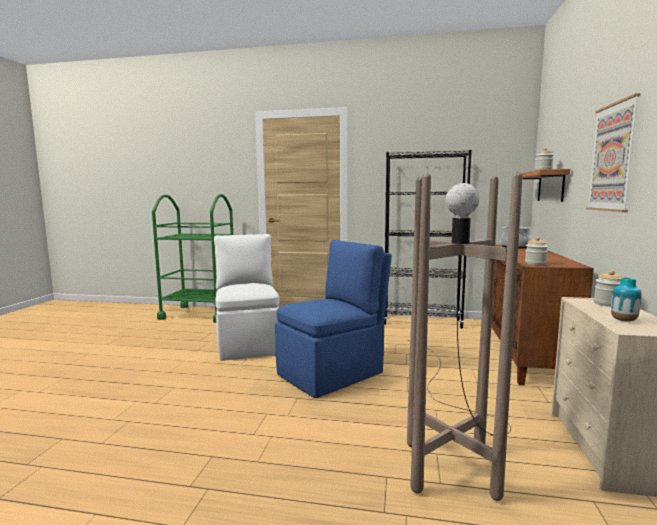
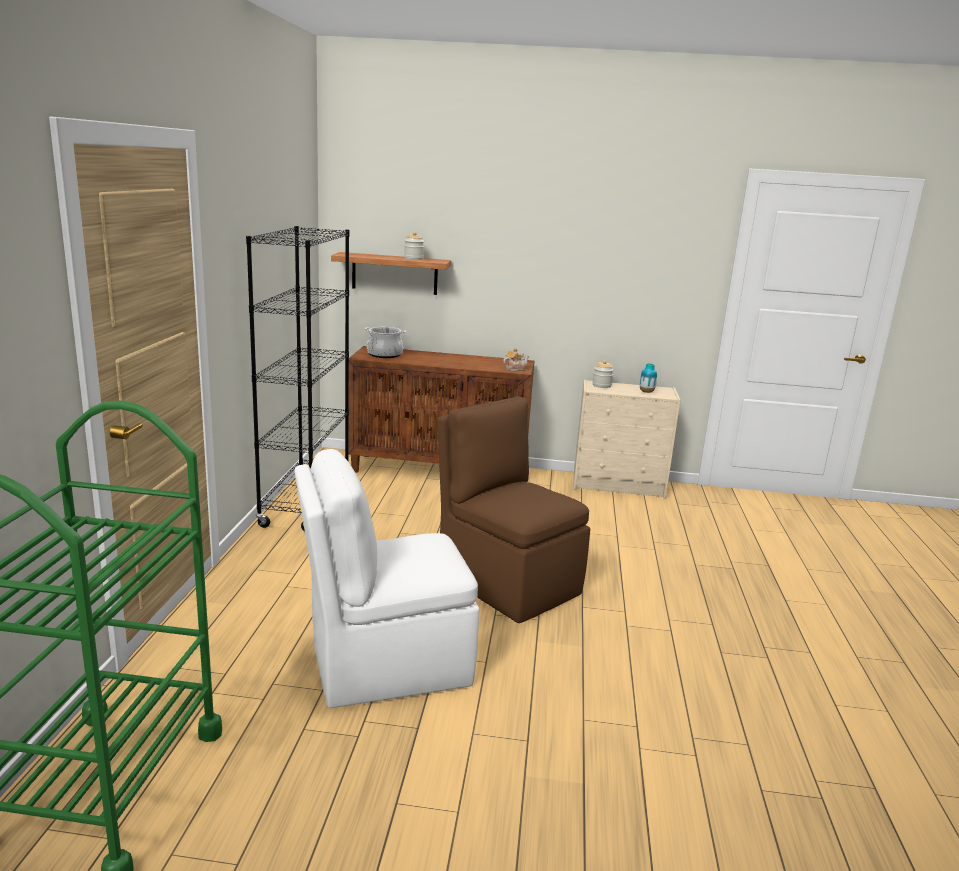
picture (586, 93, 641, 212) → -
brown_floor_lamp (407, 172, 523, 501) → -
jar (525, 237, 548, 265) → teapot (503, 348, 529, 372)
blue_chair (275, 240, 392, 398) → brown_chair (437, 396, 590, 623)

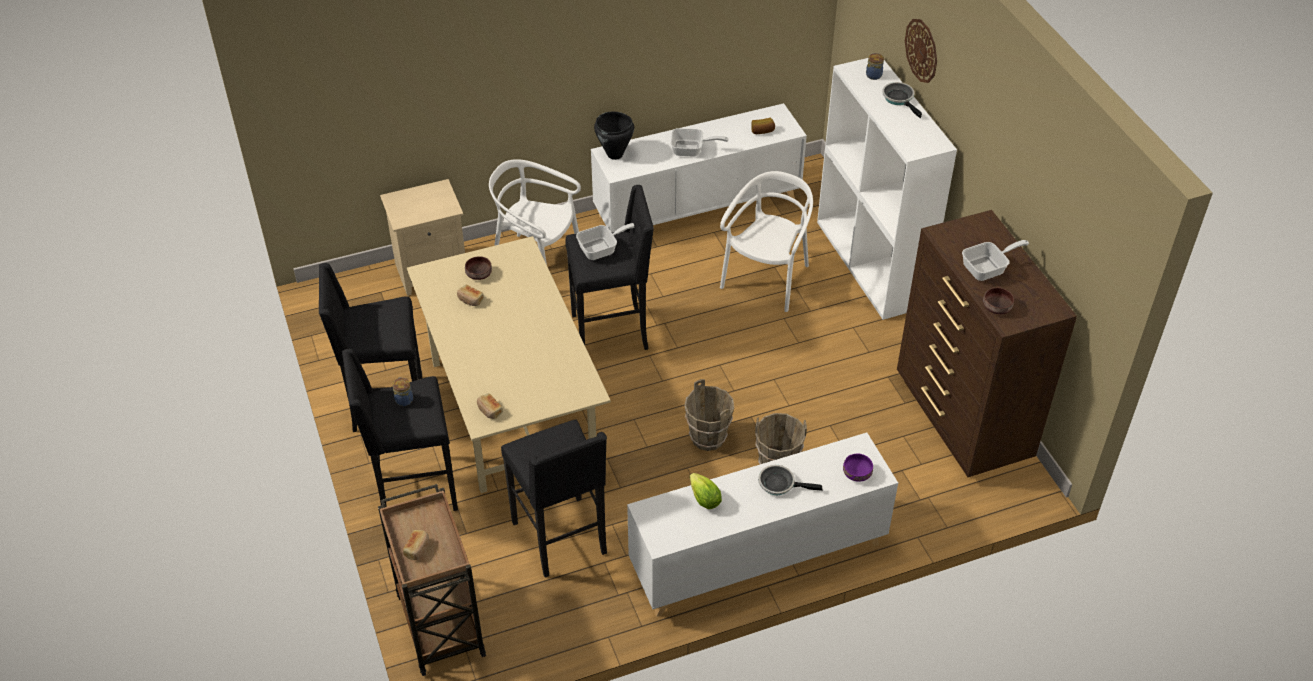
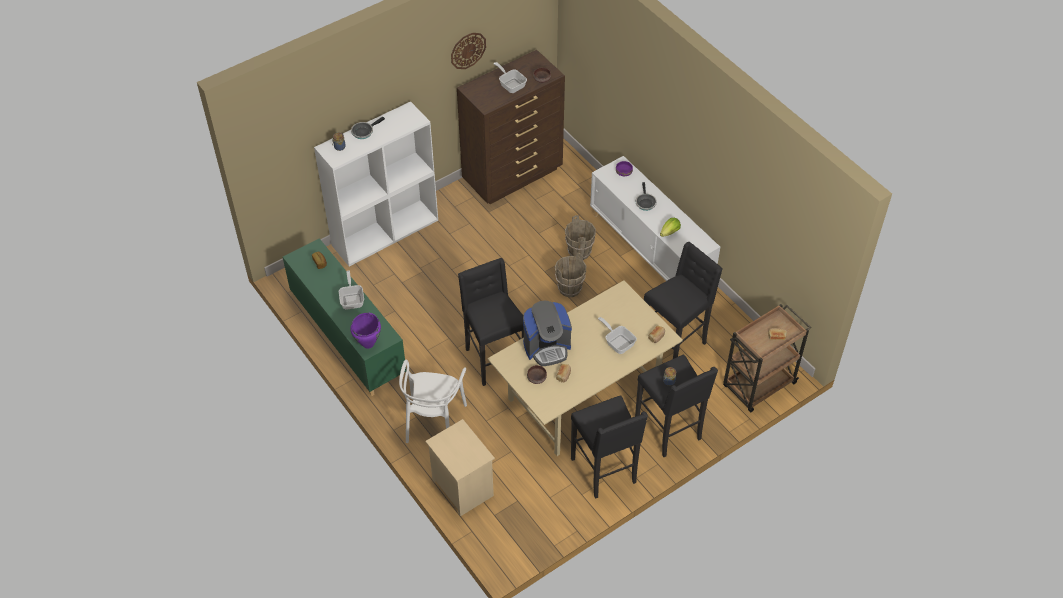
wall_clock (905, 19, 937, 83) → wall_clock (451, 33, 486, 69), move
white_cabinet (591, 103, 807, 233) → green_cabinet (283, 238, 406, 396)
black_cooking_pot (594, 112, 634, 160) → purple_cooking_pot (350, 312, 381, 349)
white_chair (720, 171, 813, 312) → -
frying_pan (576, 223, 634, 260) → frying_pan (598, 317, 637, 354), move
- → coffee_machine (523, 301, 572, 366)

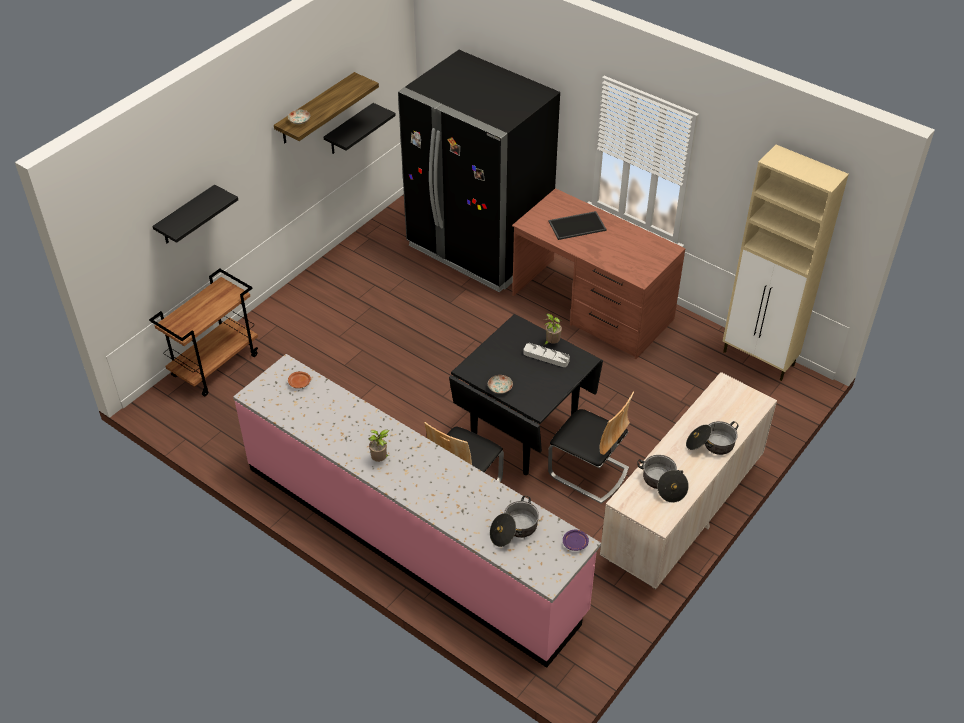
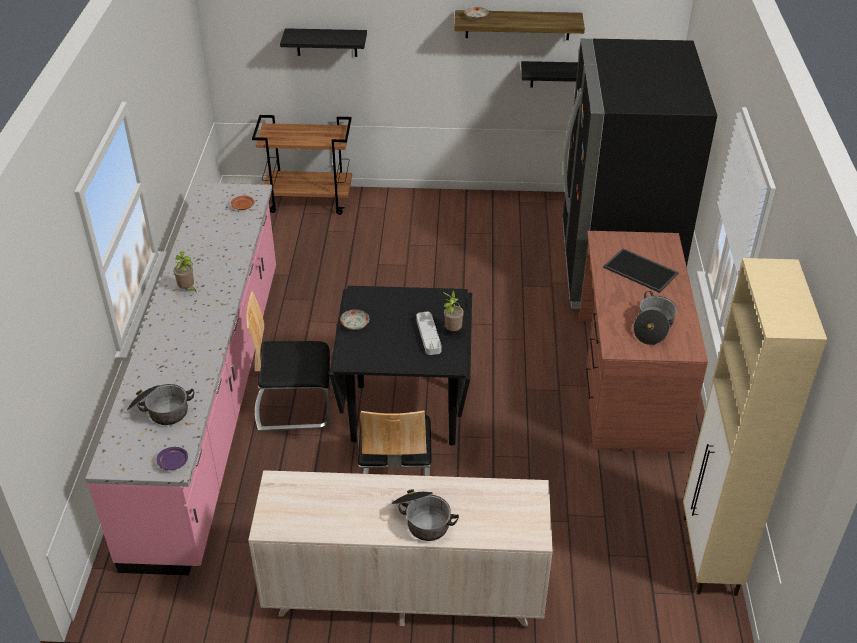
cooking_pot (637, 455, 689, 503) → cooking_pot (633, 291, 677, 345), move

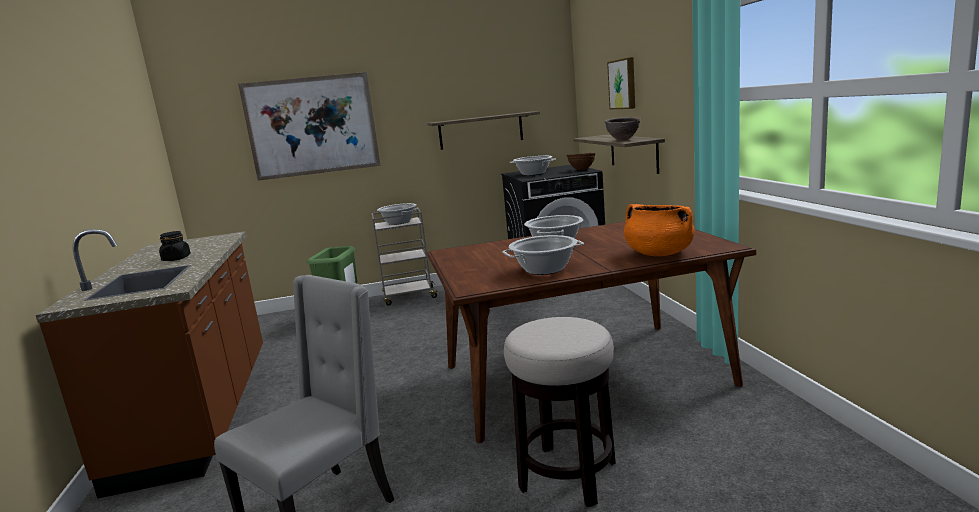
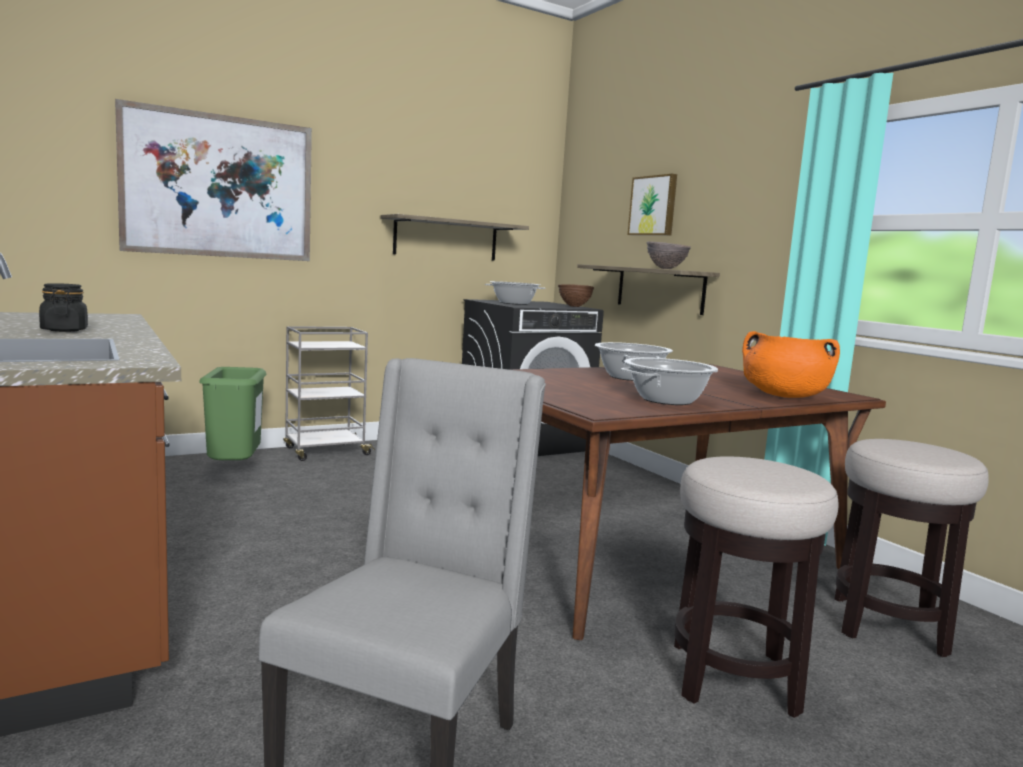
cooking_pot (377, 203, 418, 225) → -
- → stool (834, 439, 989, 657)

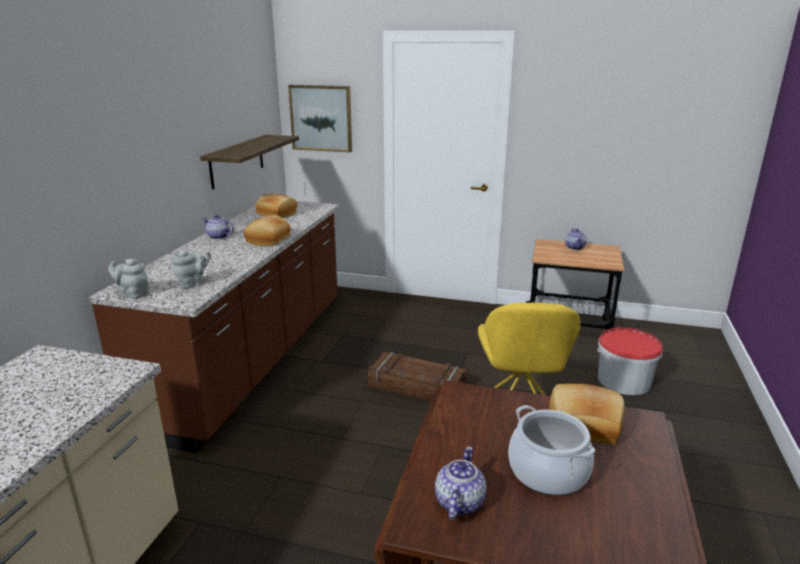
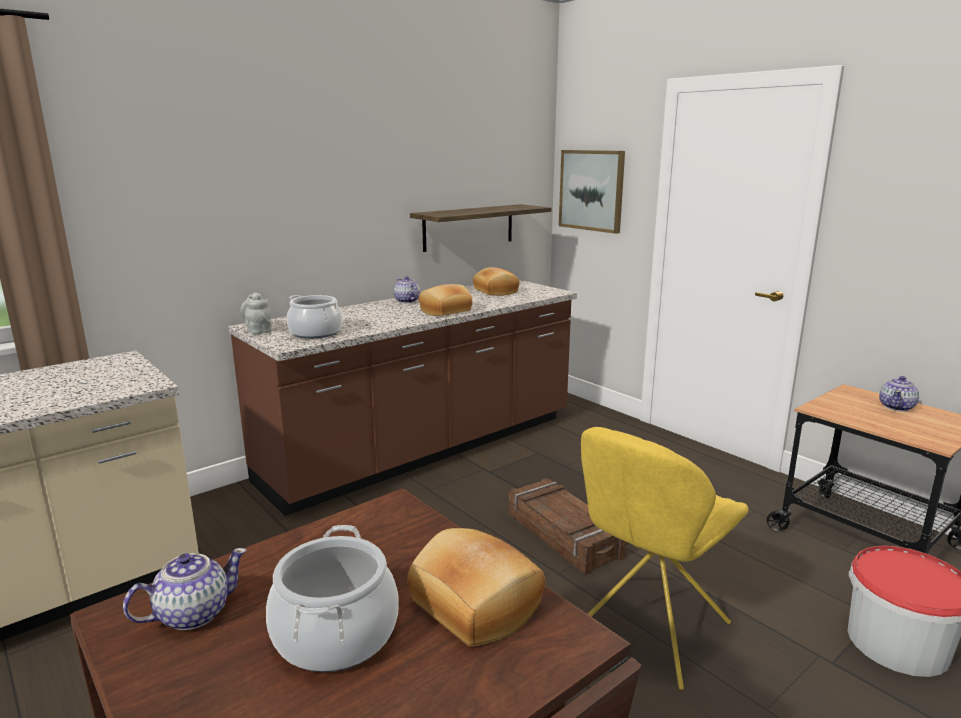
grey_teapot (171, 249, 211, 289) → cooking_pot (287, 295, 342, 339)

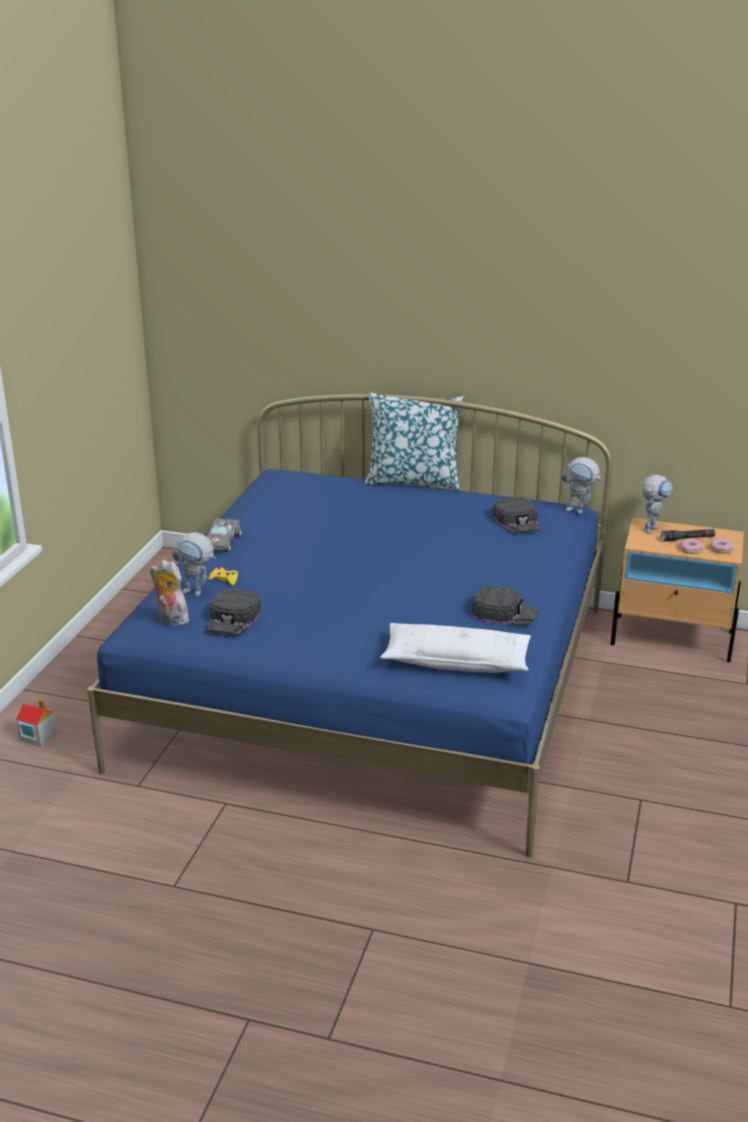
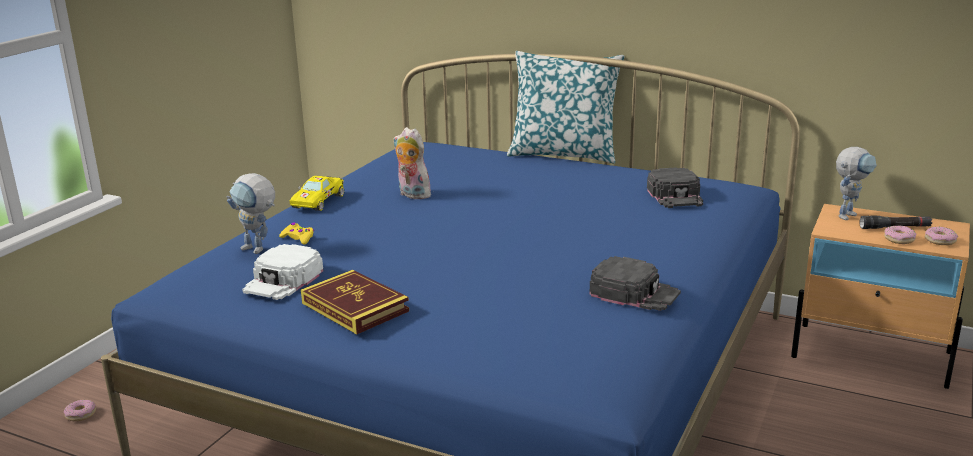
toy_robot (561, 457, 602, 514) → -
grey_toy_car (206, 519, 241, 552) → yellow_toy_car (290, 176, 344, 211)
plush_toy (150, 560, 189, 626) → plush_toy (393, 127, 431, 199), move
black_cap (206, 589, 261, 636) → white_cap (242, 244, 323, 300)
white_pillow (380, 623, 531, 673) → -
toy_house (16, 699, 57, 747) → donut (64, 400, 96, 421)
- → book (301, 270, 409, 334)

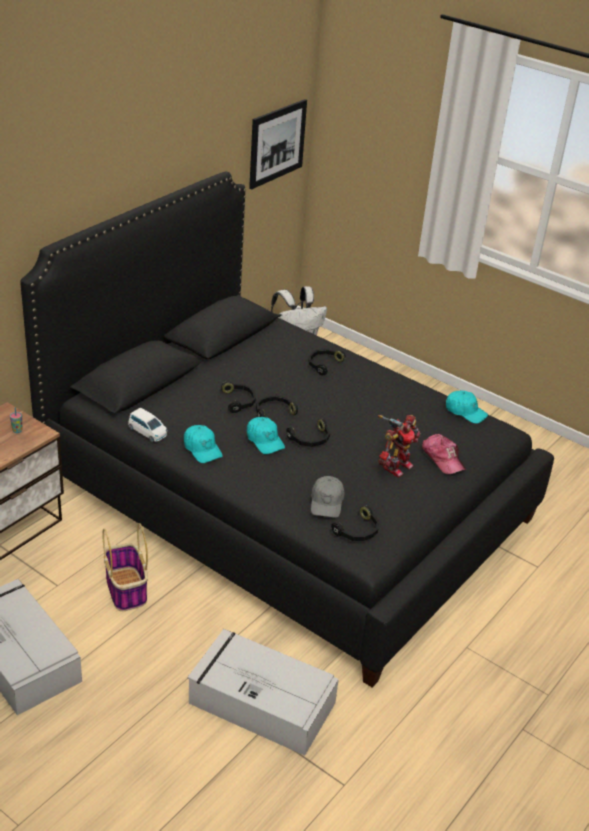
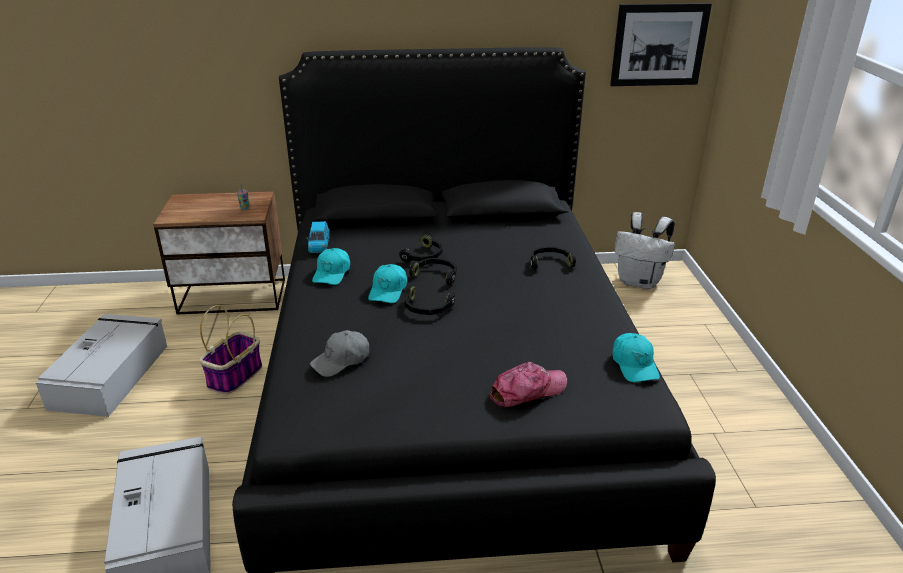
white_toy_car (128, 408, 167, 442) → blue_toy_car (307, 221, 330, 253)
toy_robot (378, 415, 421, 478) → -
cap (422, 434, 466, 474) → cap (490, 362, 567, 407), 135 degrees counterclockwise
black_headphones (331, 505, 379, 541) → -

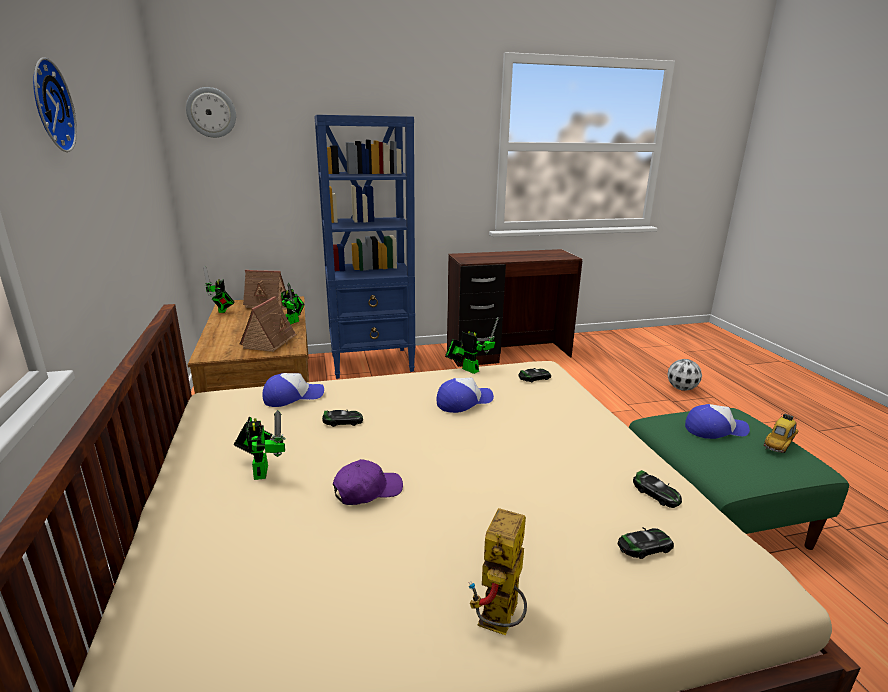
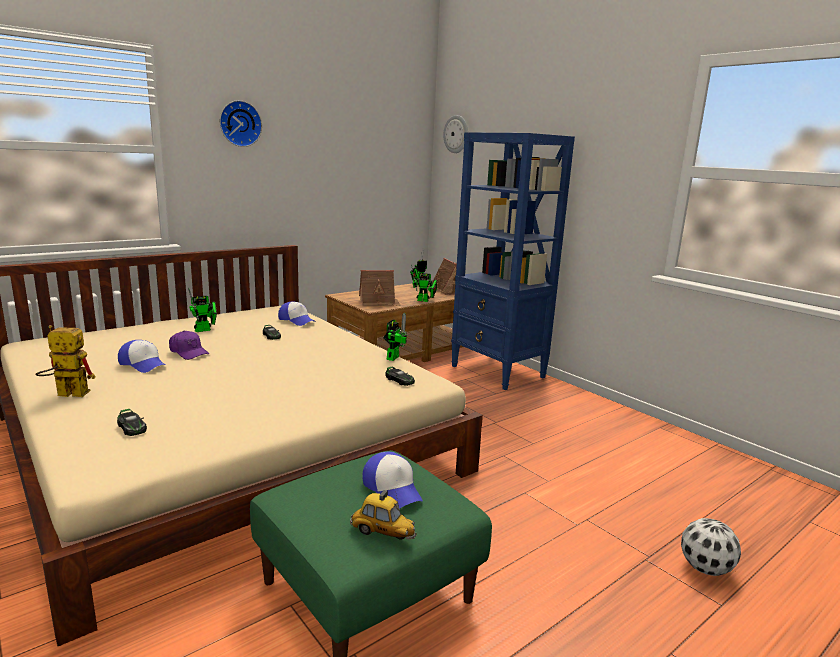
brown_desk (447, 249, 582, 367) → -
cap (436, 378, 494, 413) → cap (118, 340, 167, 373), move
toy_car (633, 470, 682, 508) → -

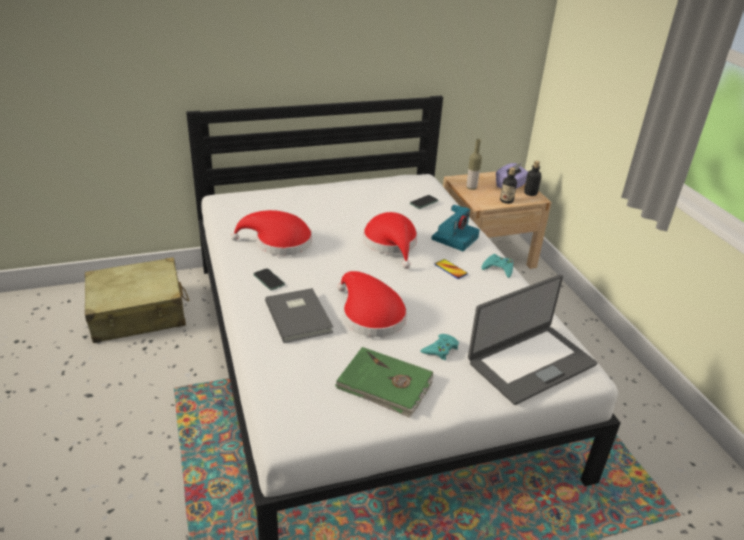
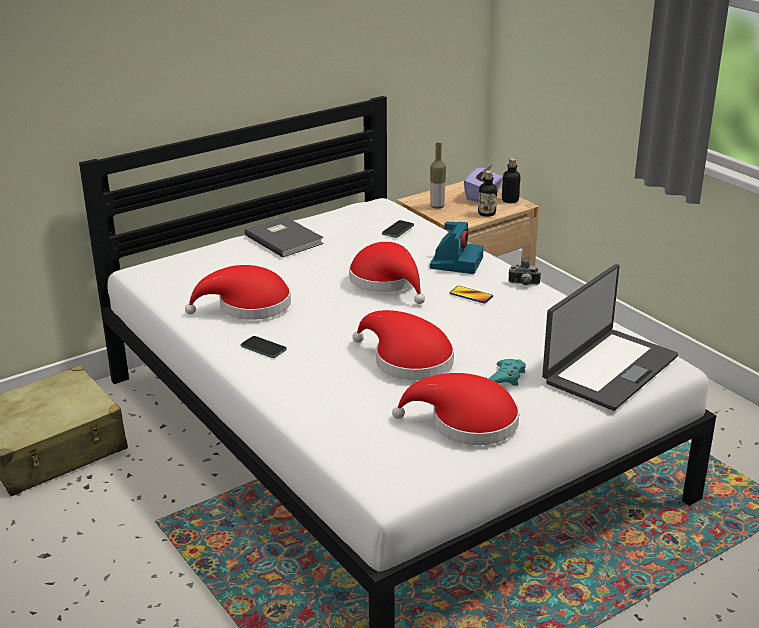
turquoise_game_controller (481, 254, 513, 278) → photo_camera (508, 257, 541, 285)
grey_book (265, 288, 333, 343) → grey_book (244, 216, 324, 258), move
green_book (335, 347, 434, 418) → red_hat (392, 373, 519, 445)

